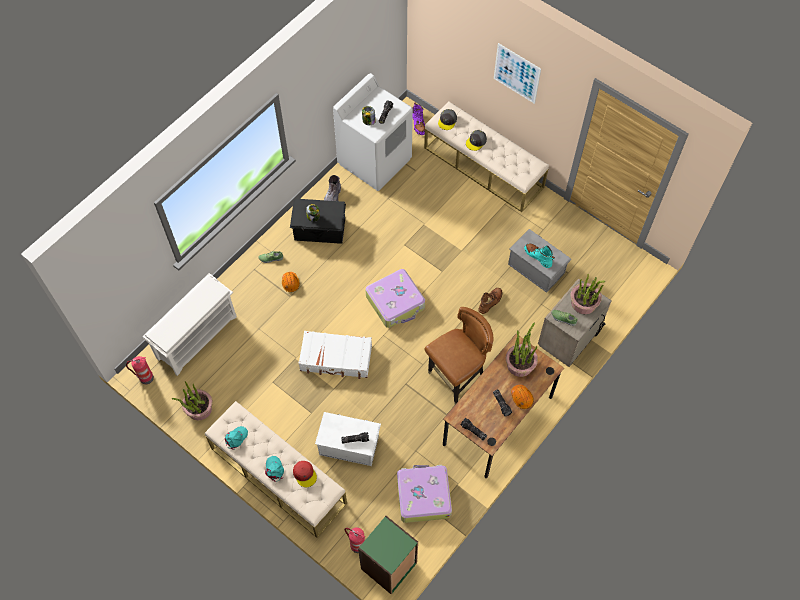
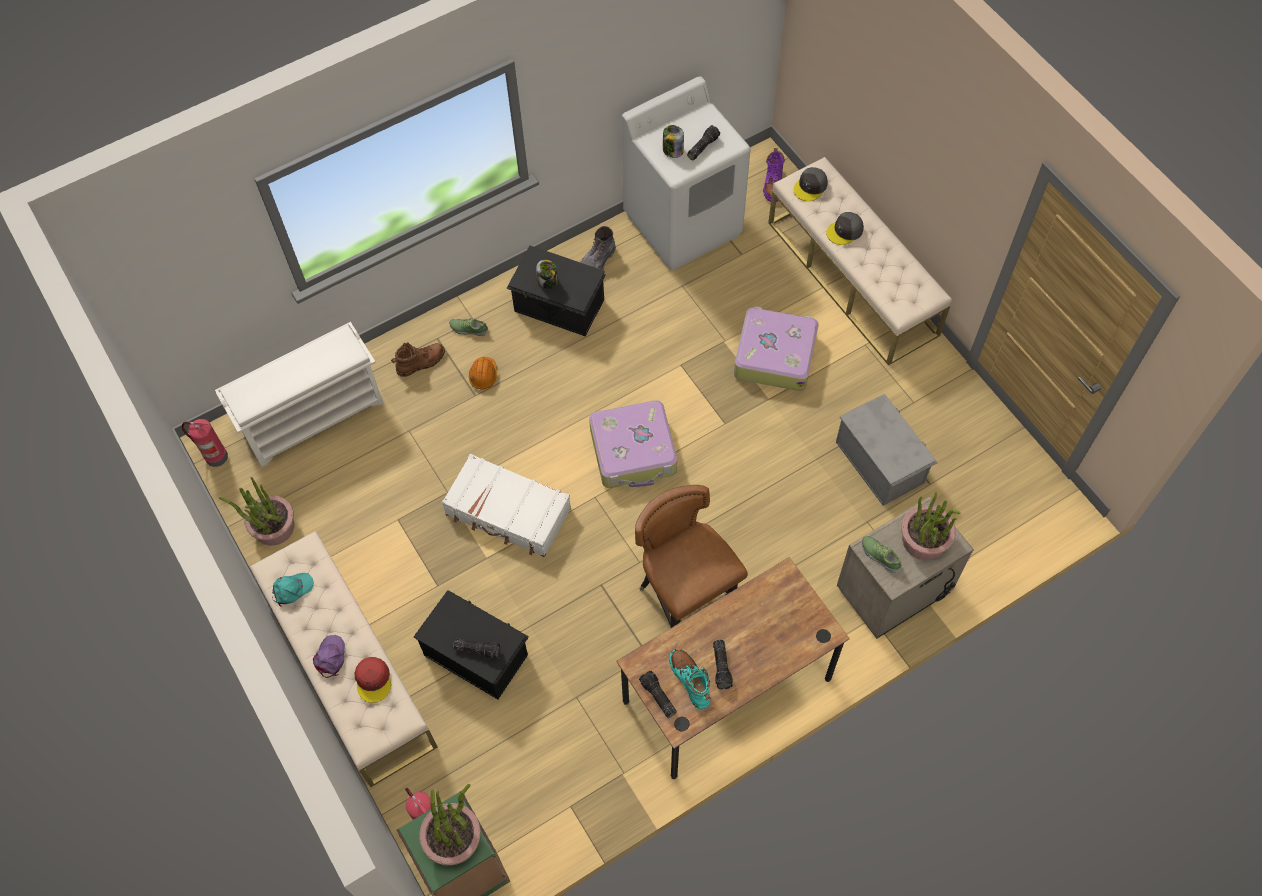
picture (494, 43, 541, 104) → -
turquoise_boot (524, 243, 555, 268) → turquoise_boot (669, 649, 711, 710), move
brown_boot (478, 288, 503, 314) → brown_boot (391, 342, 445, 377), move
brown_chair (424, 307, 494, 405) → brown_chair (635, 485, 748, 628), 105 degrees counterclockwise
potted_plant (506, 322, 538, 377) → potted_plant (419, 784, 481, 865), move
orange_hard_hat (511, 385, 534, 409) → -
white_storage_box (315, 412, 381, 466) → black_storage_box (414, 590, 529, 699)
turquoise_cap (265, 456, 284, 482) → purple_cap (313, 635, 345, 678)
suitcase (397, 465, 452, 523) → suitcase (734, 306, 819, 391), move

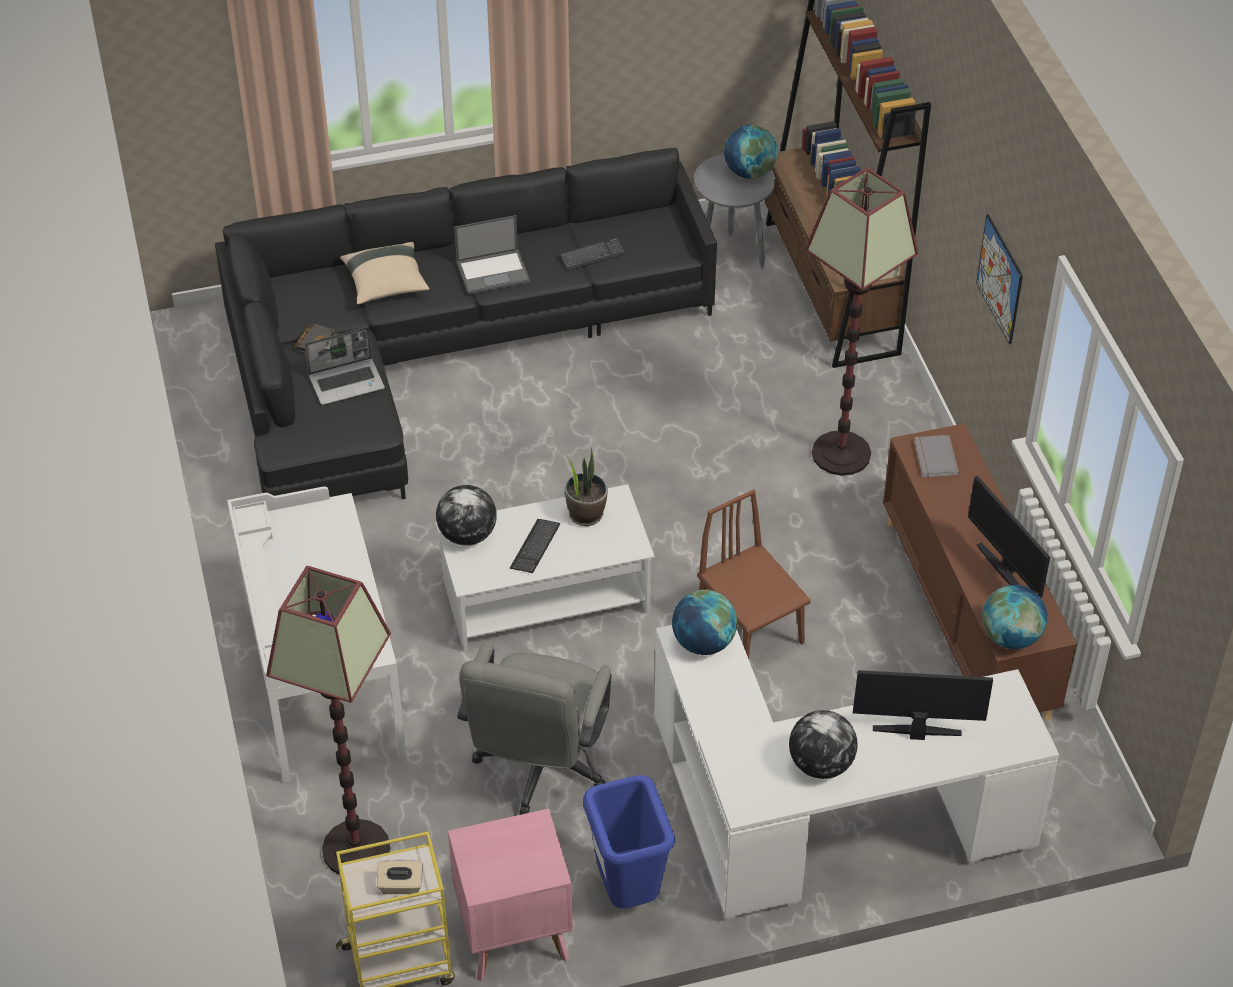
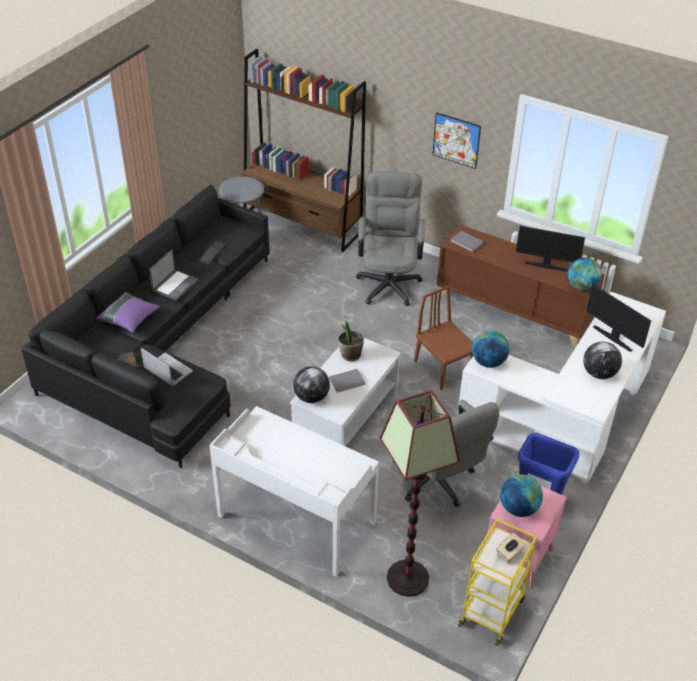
globe (724, 125, 778, 179) → globe (500, 474, 543, 517), move
floor_lamp (805, 168, 918, 476) → grey_office_chair (356, 172, 425, 306)
beige_pillow (340, 242, 429, 305) → purple_pillow (96, 292, 160, 333)
laptop (305, 327, 385, 405) → laptop (141, 348, 193, 386), 75 degrees counterclockwise
brown_chair (697, 489, 811, 659) → brown_chair (414, 286, 473, 390), 45 degrees clockwise
keyboard (510, 519, 560, 573) → grey_book (329, 369, 365, 393)
monitor (853, 670, 993, 740) → monitor (586, 284, 651, 352), 90 degrees counterclockwise

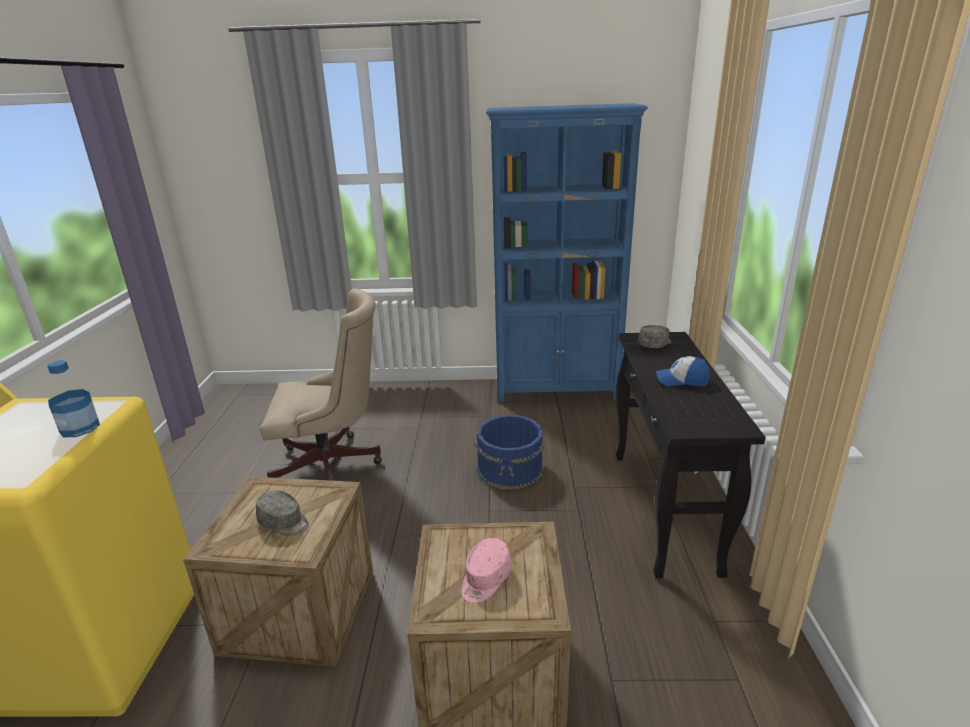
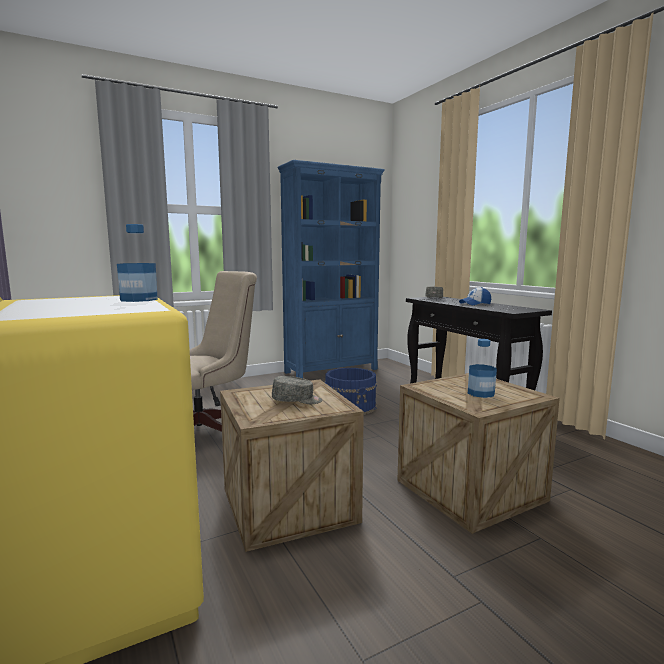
pink_cap (461, 538, 512, 603) → bottle (468, 339, 497, 398)

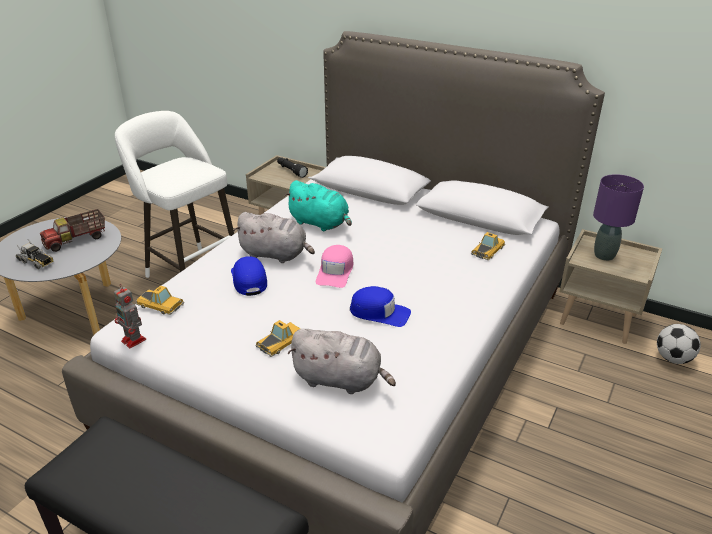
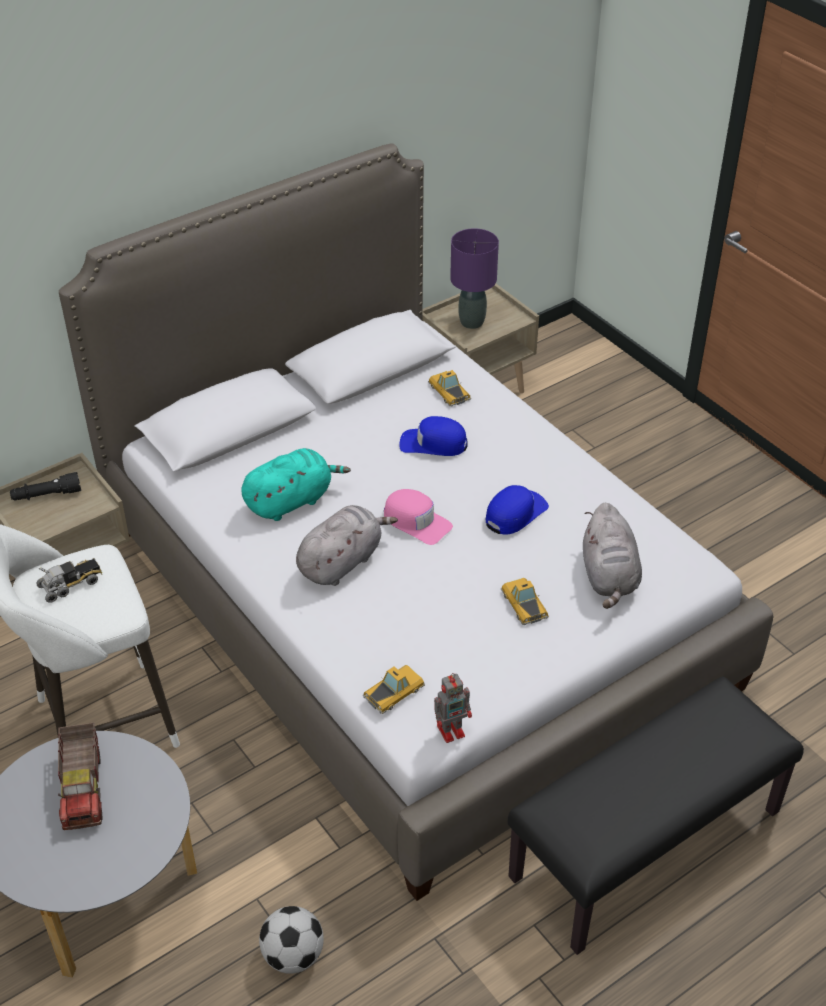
toy_truck (16, 239, 53, 269) → toy_truck (37, 558, 102, 603), move
blue_cap (231, 256, 267, 296) → blue_cap (399, 416, 468, 456), move
football (657, 324, 701, 364) → football (259, 906, 324, 974), move
grey_plush_toy (288, 329, 396, 394) → grey_plush_toy (583, 503, 642, 609), 135 degrees clockwise

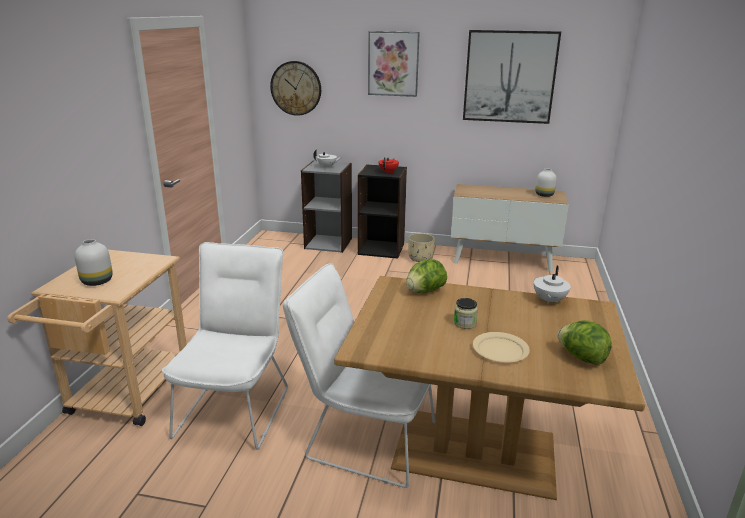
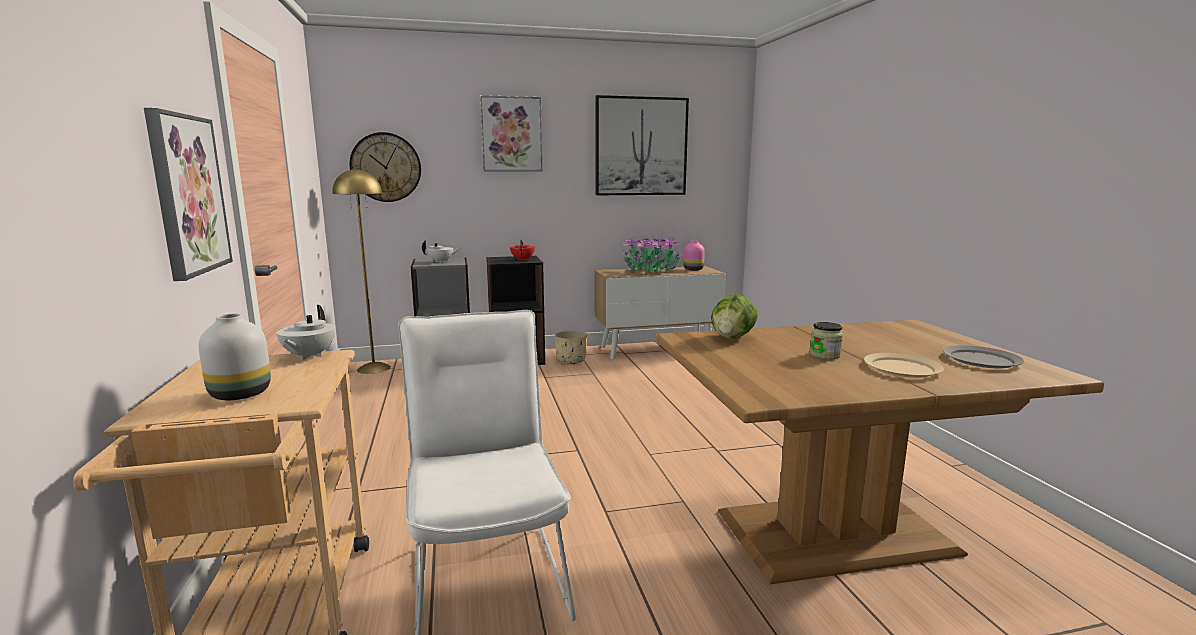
white_vase (536, 168, 557, 197) → pink_vase (684, 241, 705, 270)
white_chair (283, 263, 435, 488) → -
white_teapot (534, 266, 571, 305) → white_teapot (276, 305, 335, 361), move
lettuce (557, 320, 612, 365) → grey_plate (943, 345, 1024, 368)
- → picture (144, 108, 233, 281)
- → yellow_floor_lamp (332, 168, 391, 374)
- → potted_plant (623, 236, 681, 274)

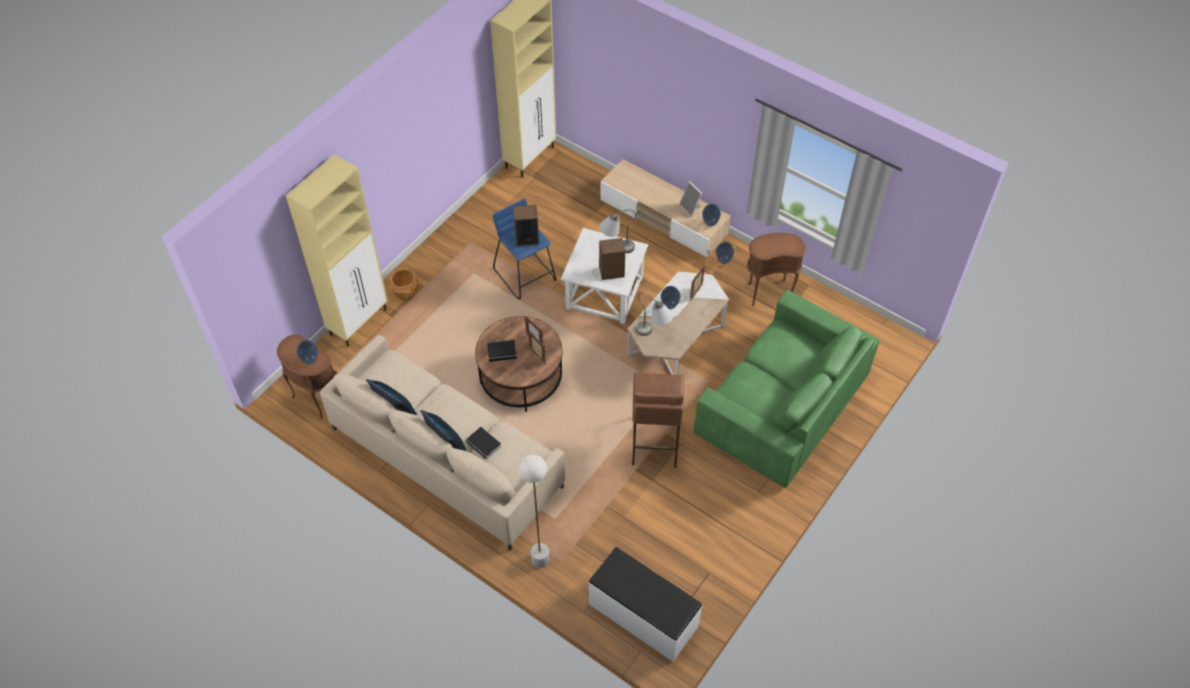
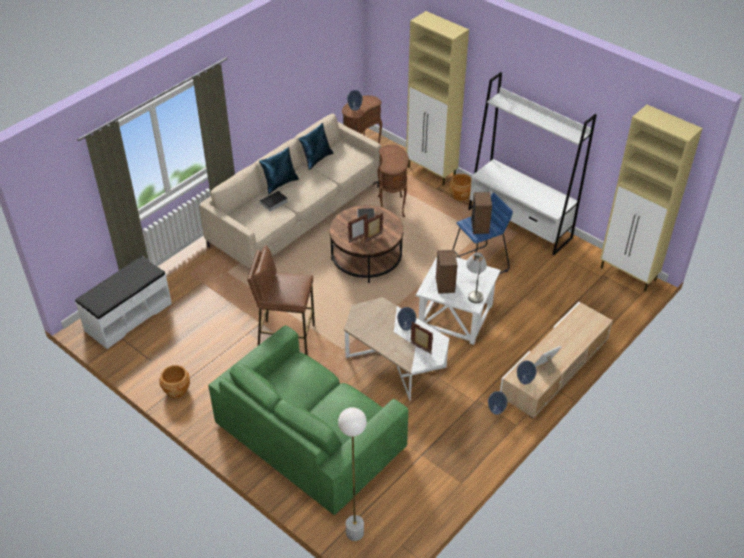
brown_side_table (747, 233, 806, 306) → brown_side_table (377, 145, 409, 217), move
grey_table_lamp (636, 292, 673, 336) → -
white_floor_lamp (519, 455, 549, 568) → white_floor_lamp (338, 407, 367, 541), move
- → white_bookcase (468, 72, 597, 255)
- → brown_planter (159, 365, 190, 398)

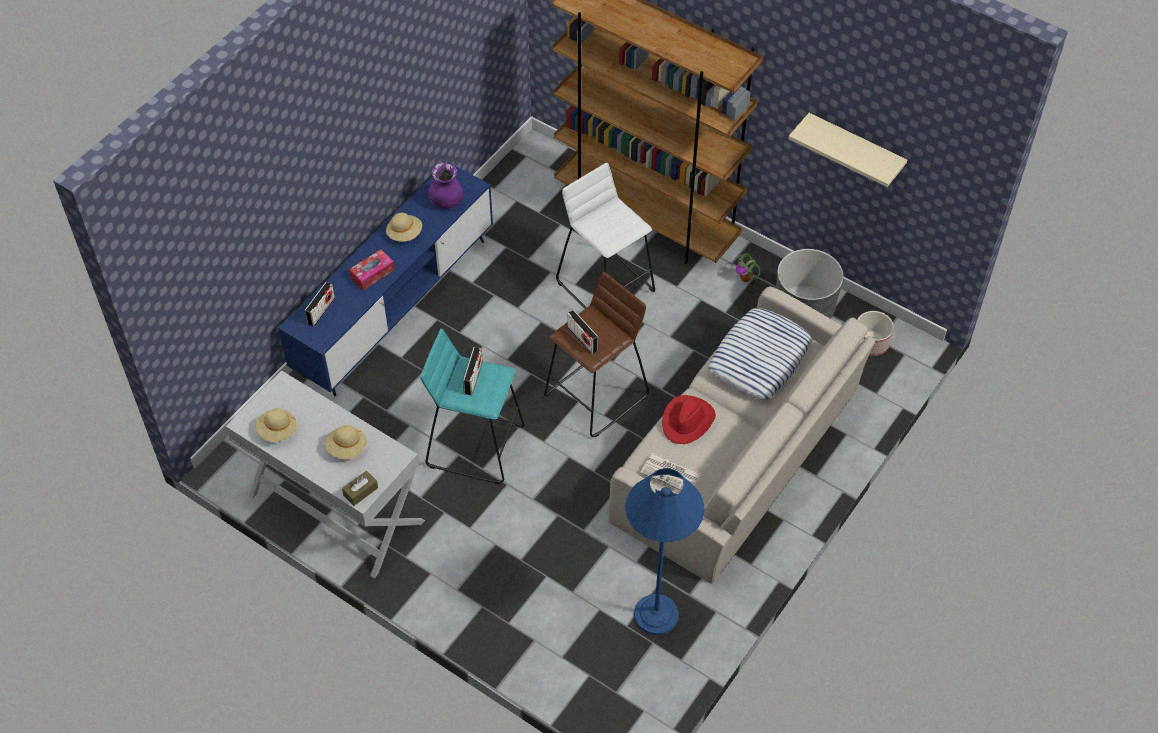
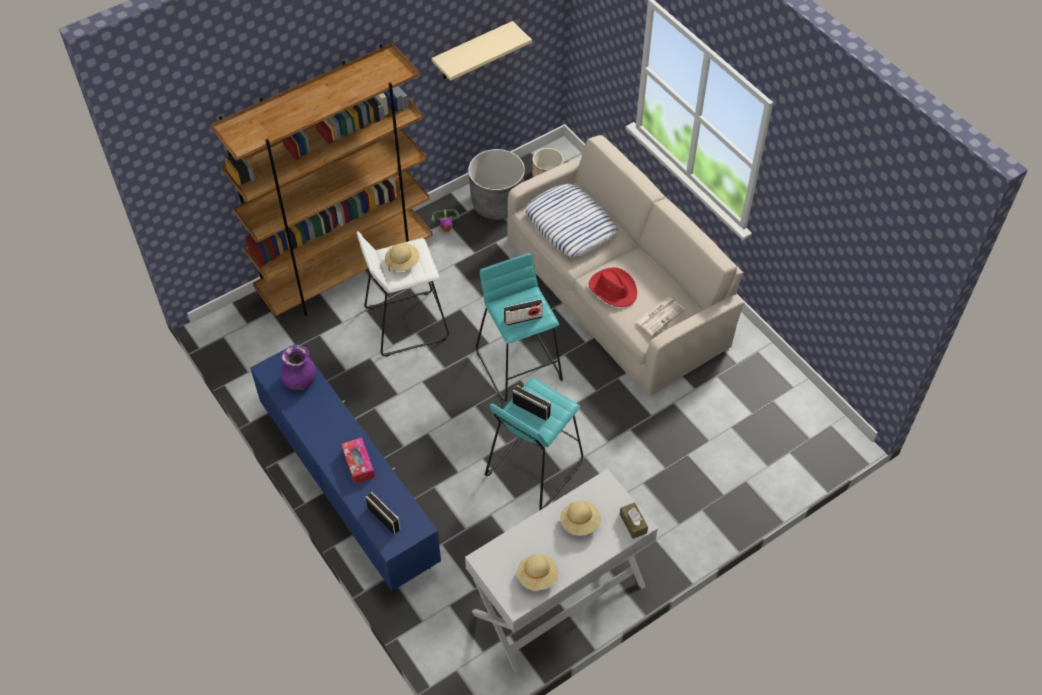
beige_hat (386, 213, 422, 242) → beige_hat (385, 243, 420, 272), move
brown_stool (544, 272, 649, 437) → turquoise_stool (476, 253, 563, 402)
blue_floor_lamp (625, 468, 705, 635) → -

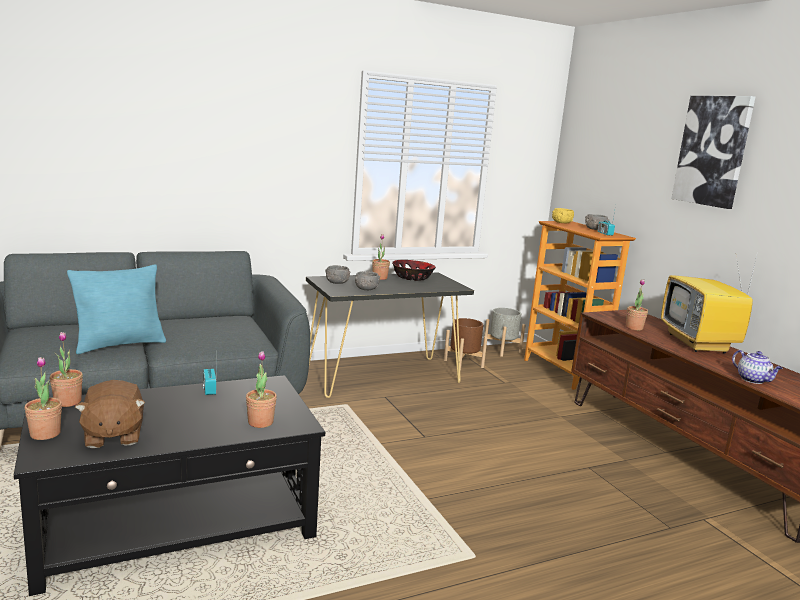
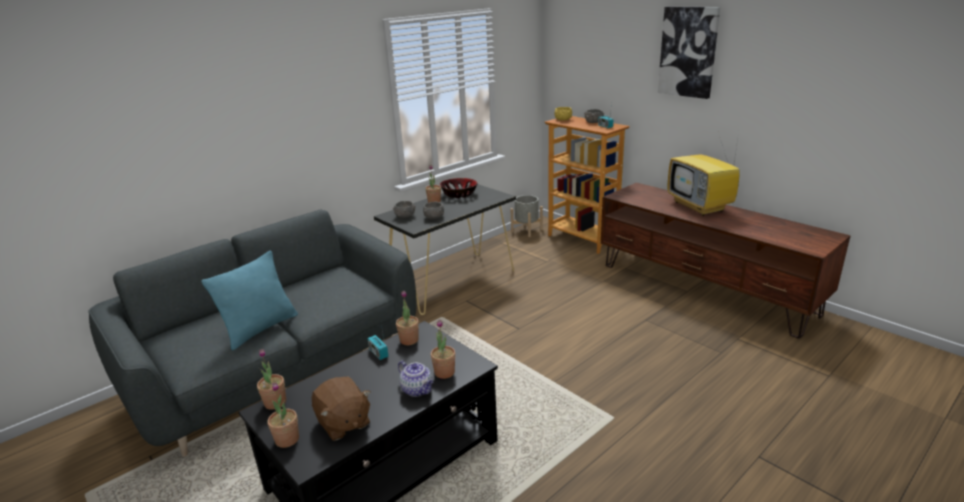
potted_plant (626, 279, 648, 330) → potted_plant (396, 291, 419, 345), move
brown_planter (444, 318, 488, 371) → -
teapot (732, 350, 783, 384) → teapot (398, 360, 433, 397), move

